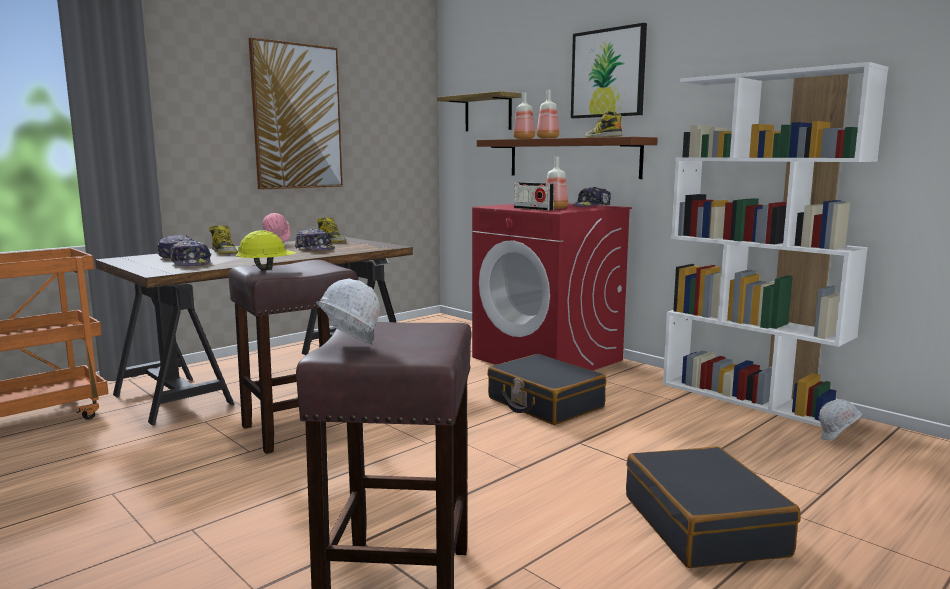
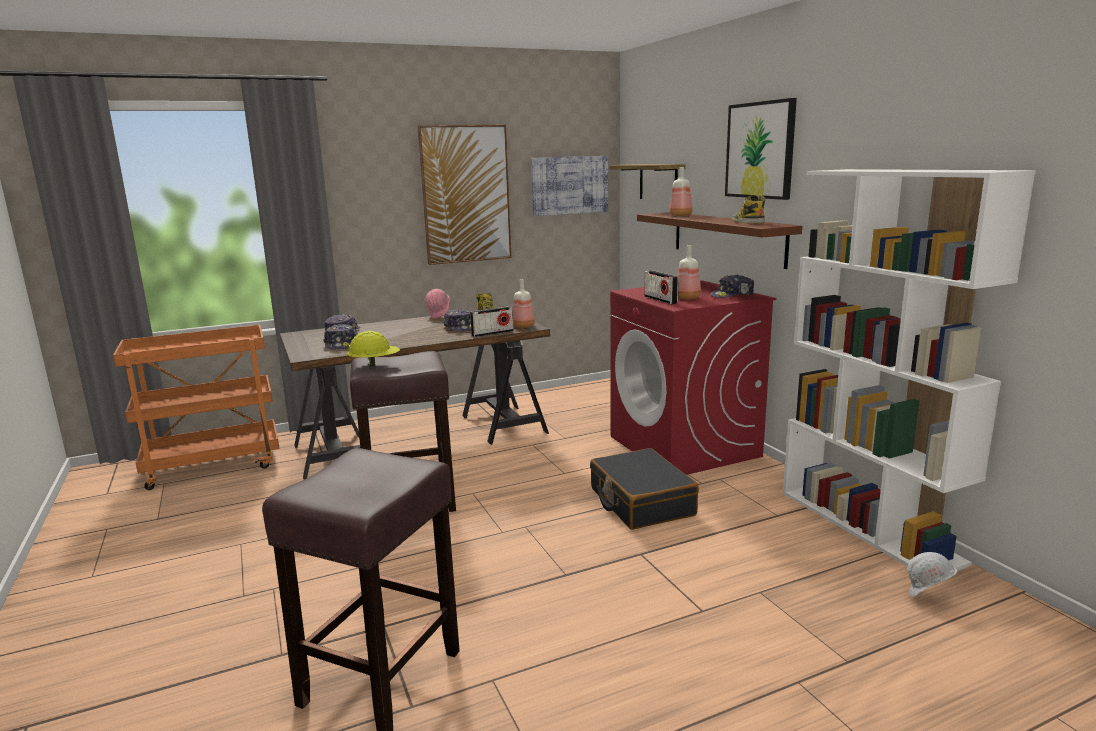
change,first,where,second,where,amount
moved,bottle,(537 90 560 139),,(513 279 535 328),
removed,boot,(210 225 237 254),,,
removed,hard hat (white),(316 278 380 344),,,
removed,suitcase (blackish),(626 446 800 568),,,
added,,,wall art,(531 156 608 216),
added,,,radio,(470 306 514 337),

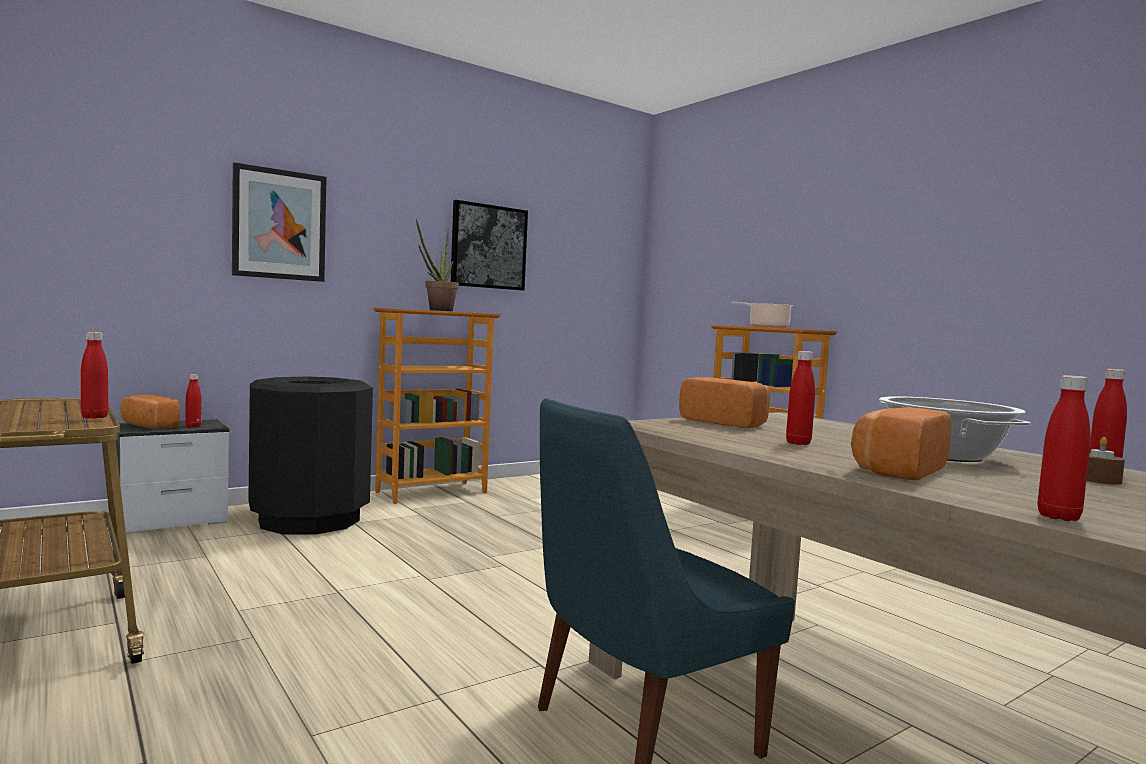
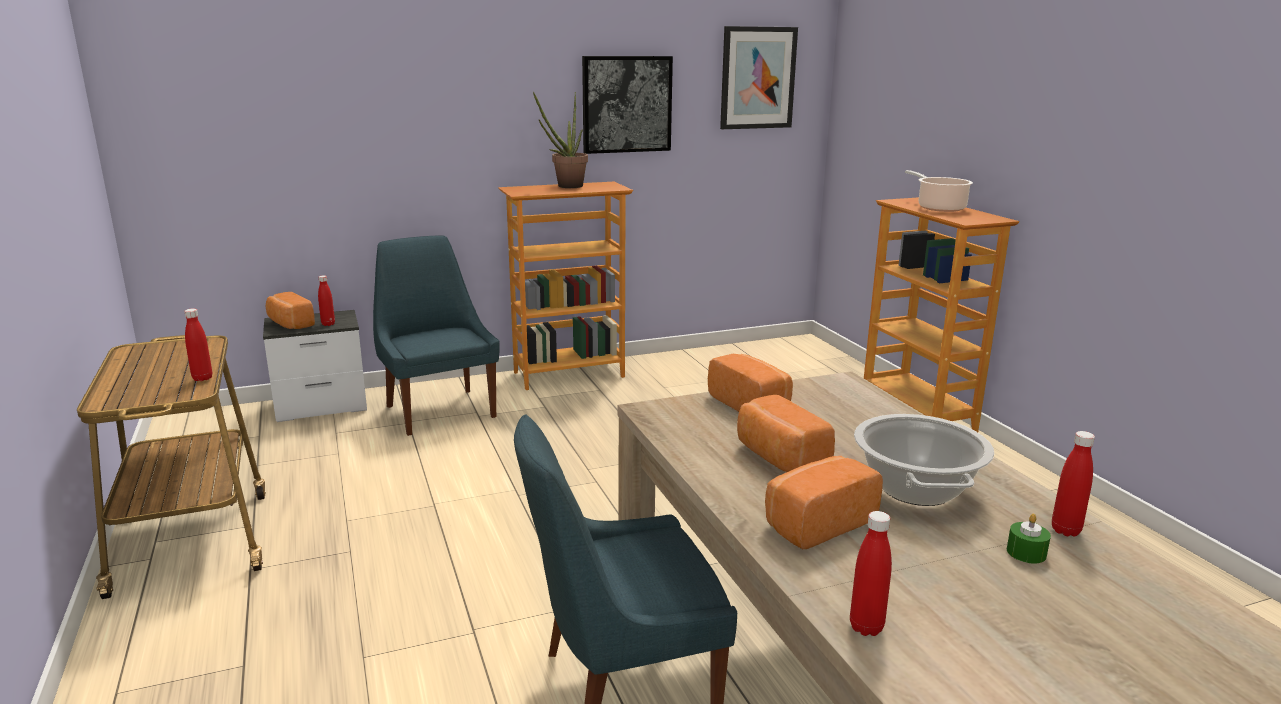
change,first,where,second,where,amount
moved,wall art,(232 162 327 282),,(720 26 798 129),
replaced,bottle (red),(786 351 815 445),bread,(737 395 835 472),
replaced,trash can (blackish),(248 376 373 535),upright chair (bluish),(373 235 500 436),
recoloured,wax candle (brown),(1086 437 1125 485),wax candle (green-coloured),(1007 514 1051 564),

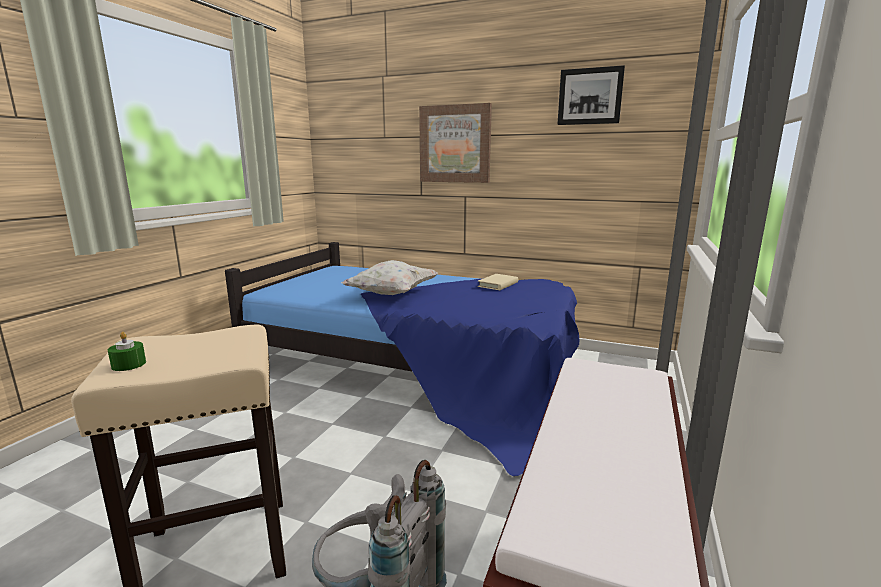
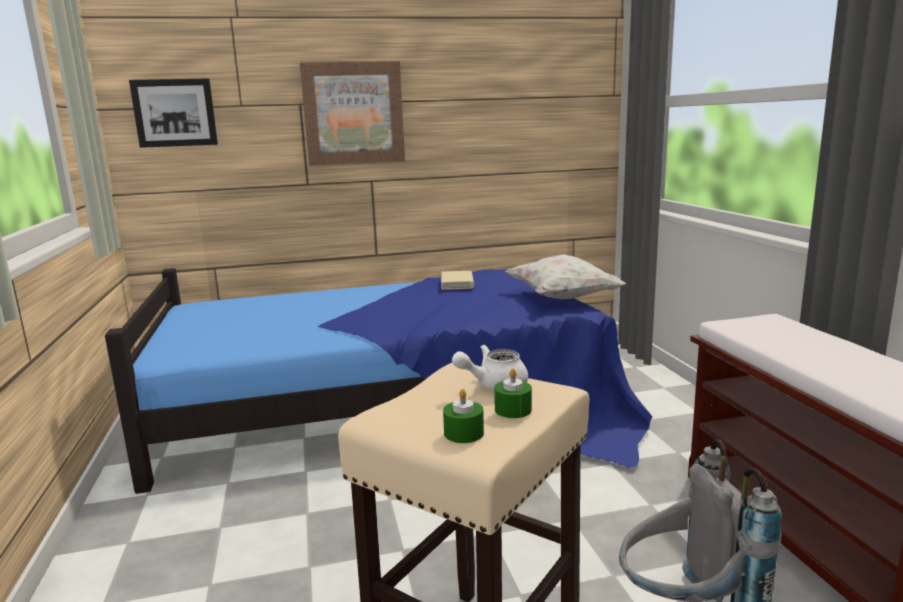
change,first,where,second,where,amount
moved,wall art,(557 65 625 125),,(129 78 218 148),
moved,pillow (white),(342 260 438 295),,(505 254 626 299),
added,,,pot for tea (white),(452 345 528 390),
added,,,wax candle (green-coloured),(494 368 532 418),

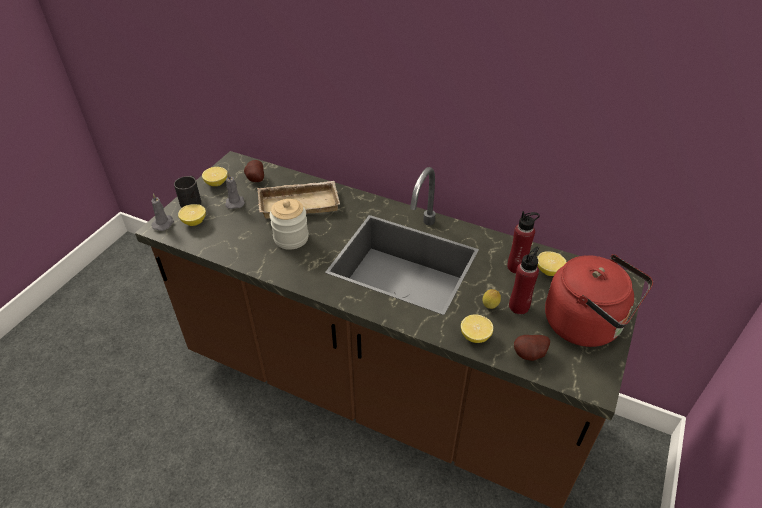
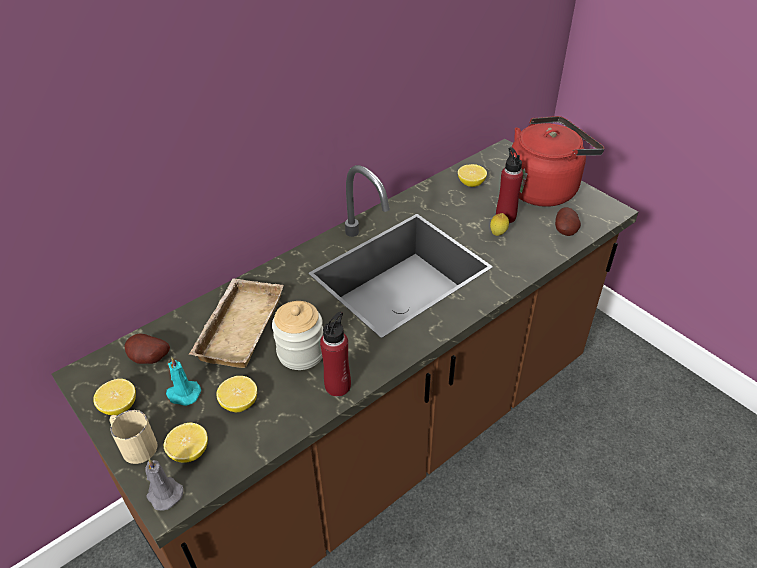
change,first,where,second,where,amount
recoloured,wax candle (greyish),(225 172 245 209),wax candle (blue-green),(166 357 201 406),
recoloured,mug (blackish),(174 176 201 208),mug (beige),(109 410 157 464),
moved,bottle (red),(507 211 540 274),,(320 312 351 397),
moved,whole lemon,(461 314 493 343),,(216 376 257 412),

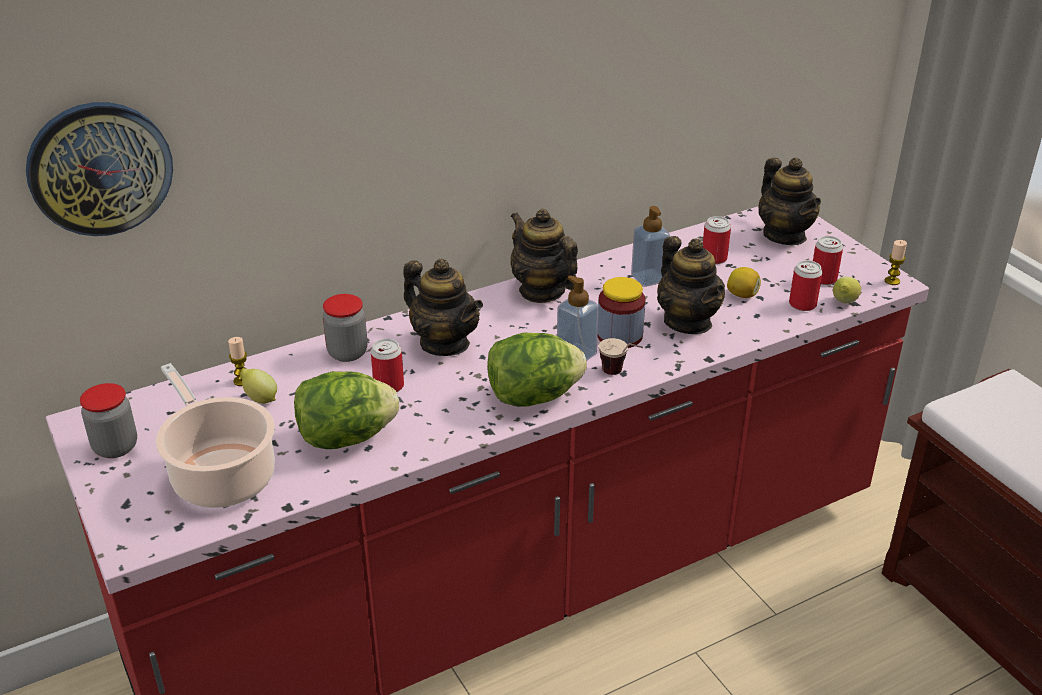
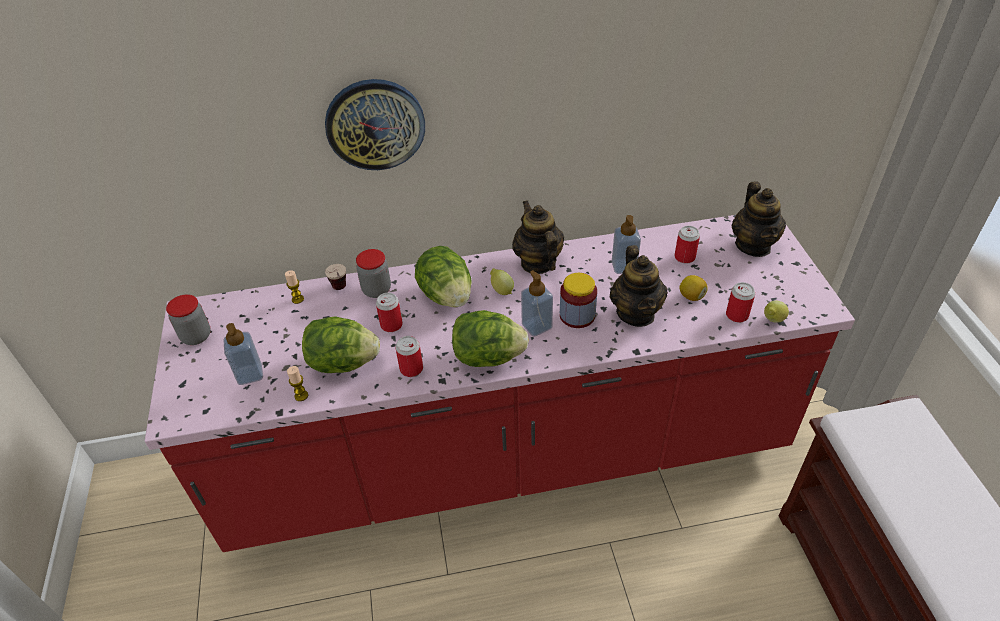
change,first,where,second,where,amount
moved,wall clock,(26 102 173 236),,(325 79 425 170),
moved,can,(813 236 843 285),,(396 336 423 377),
moved,wax candle,(885 240 907 285),,(287 366 308 401),
replaced,pot for tea,(403 259 483 356),lettuce,(415 246 471 307),
moved,small cup,(599 338 643 375),,(325 264 346 290),
replaced,stockpot,(156 363 275 508),soap bottle,(223 323 263 385),
moved,whole lemon,(240 368 277 404),,(490 268 514 295),

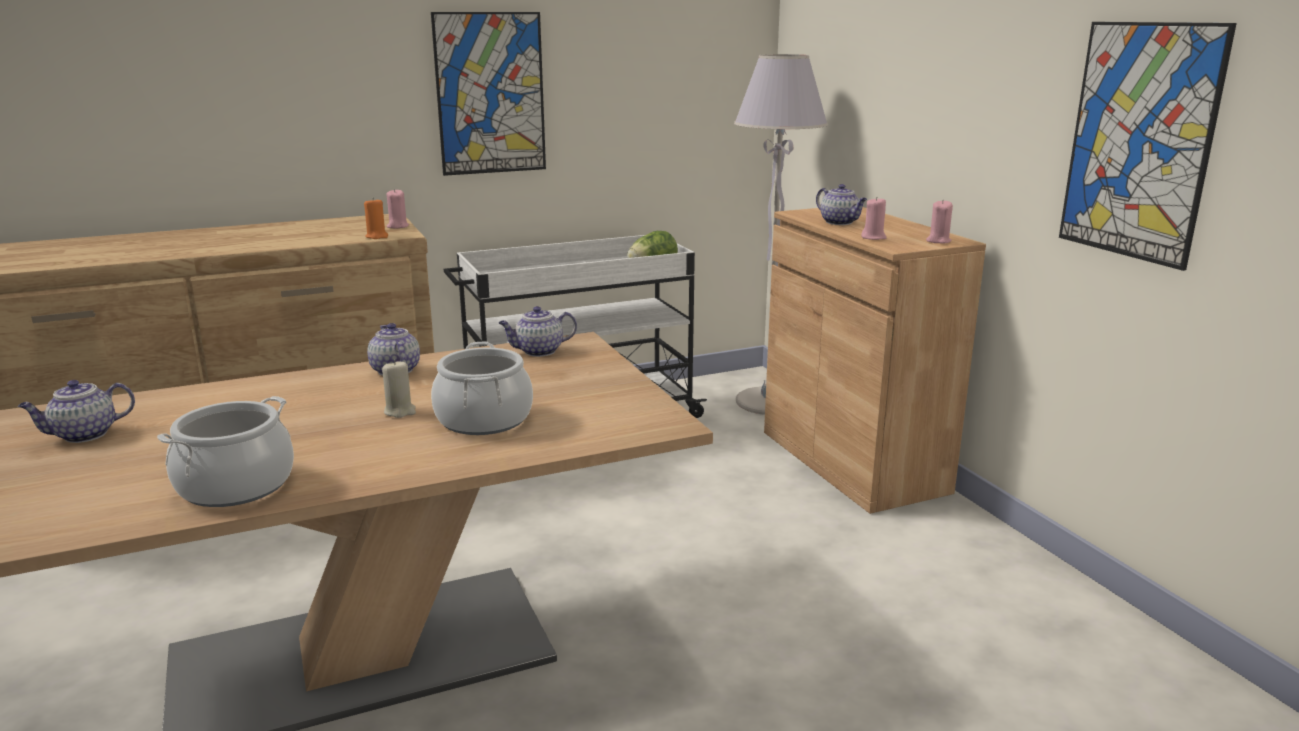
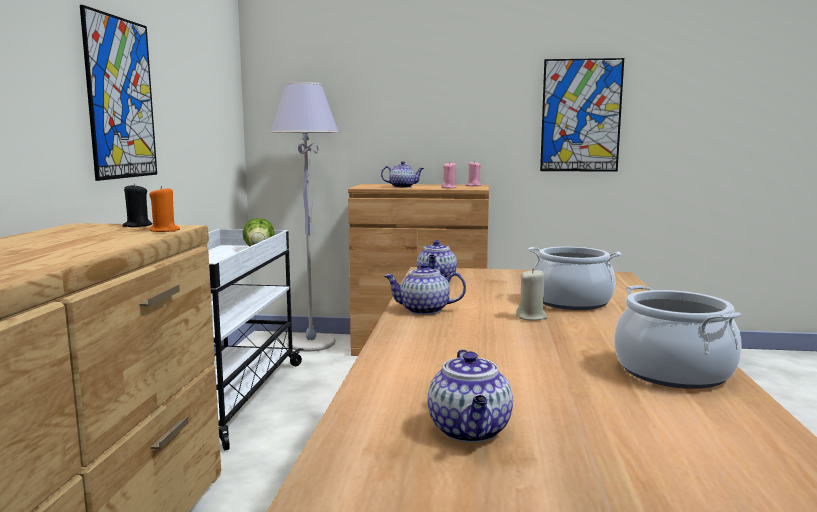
change,first,where,second,where,amount
recoloured,wax candle (pink),(386 189 409 229),wax candle (blackish),(122 183 152 227),

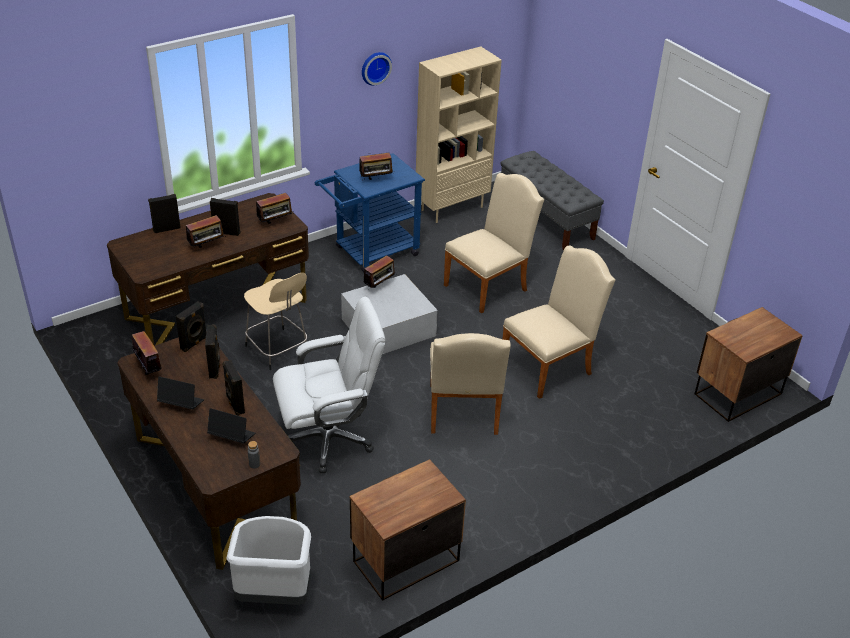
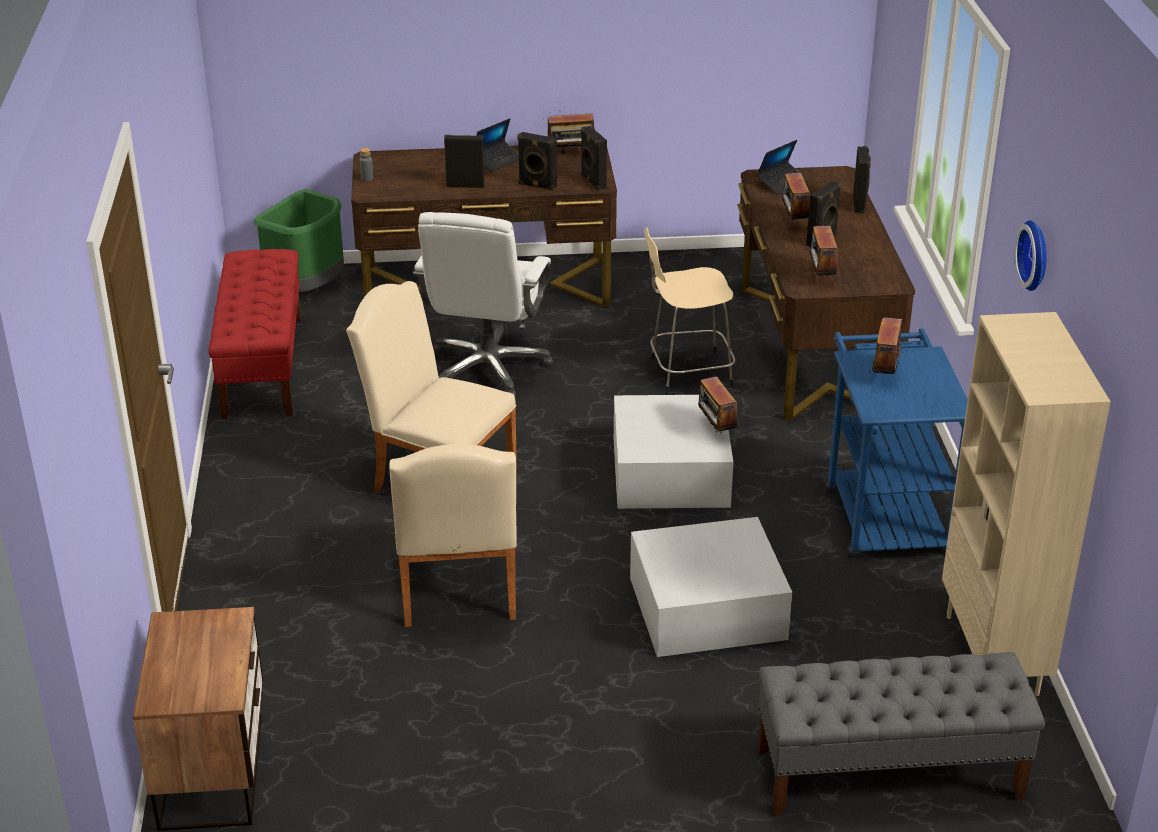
change,first,where,second,where,amount
replaced,upright chair (beige),(444 173 544 314),storage container (white),(630 517 792 657),
moved,portable computer,(207 408 256 444),,(756 140 808 195),
replaced,nightstand,(349 459 466 601),indoor bench (red),(208 249 301 420),
recoloured,trash can (white),(226 516 311 605),trash can (green-coloured),(254 189 344 292),

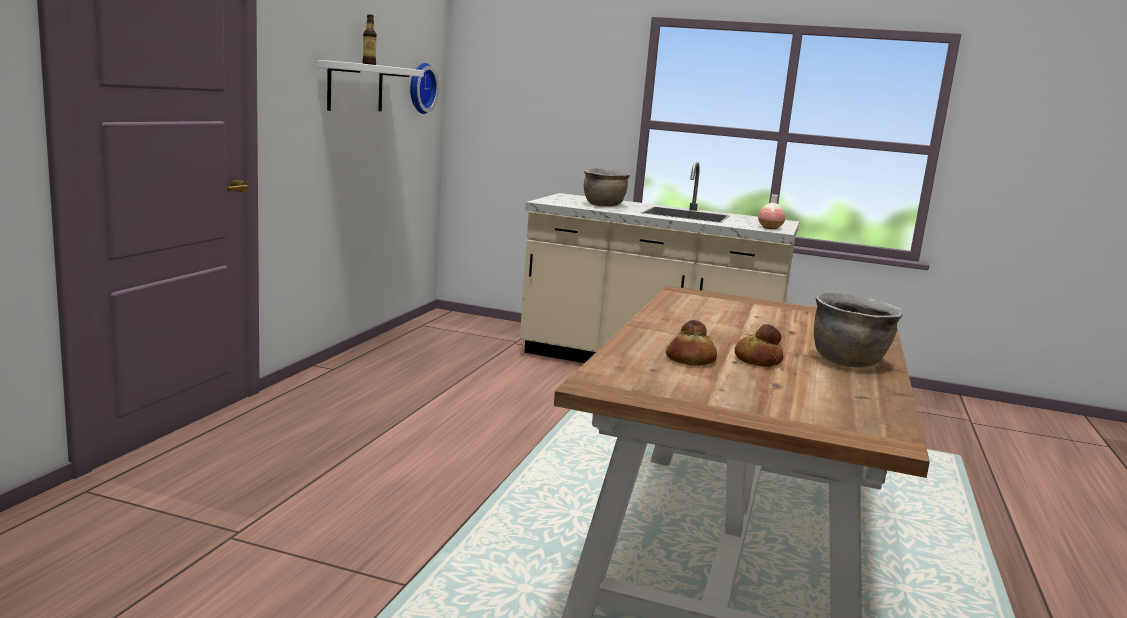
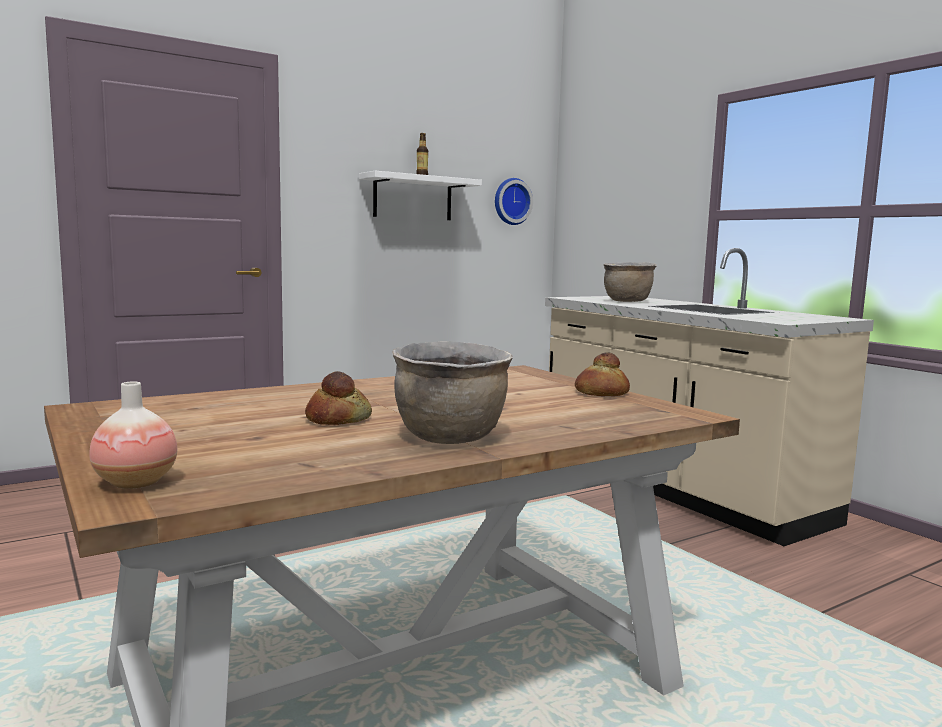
change,first,where,second,where,amount
moved,decorative vase,(758 194 785 229),,(89 381 177 489),
moved,bread,(666 320 717 366),,(575 352 630 396),

